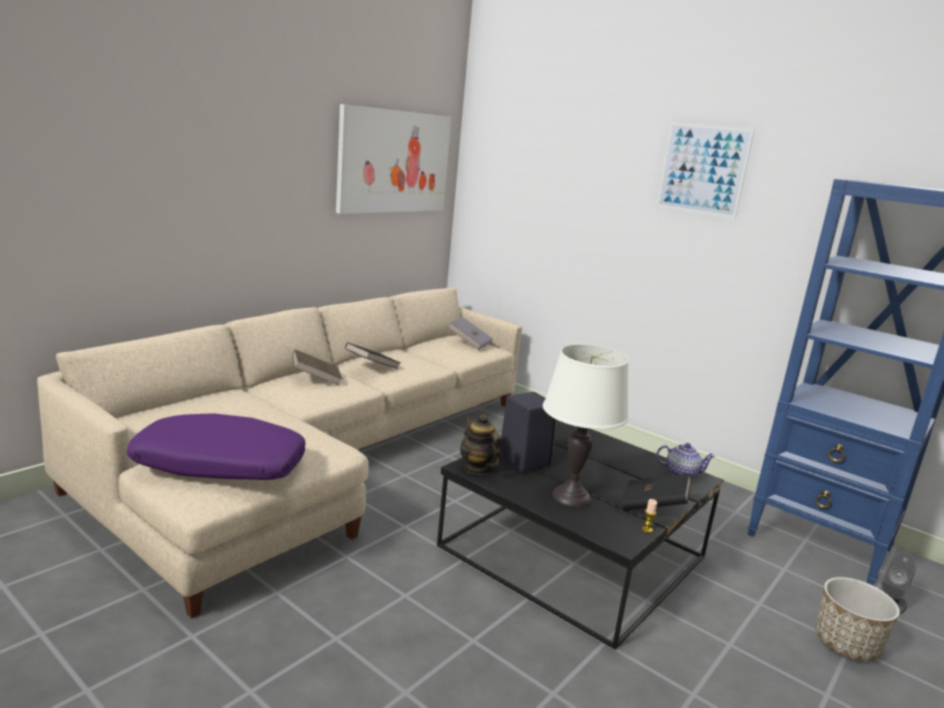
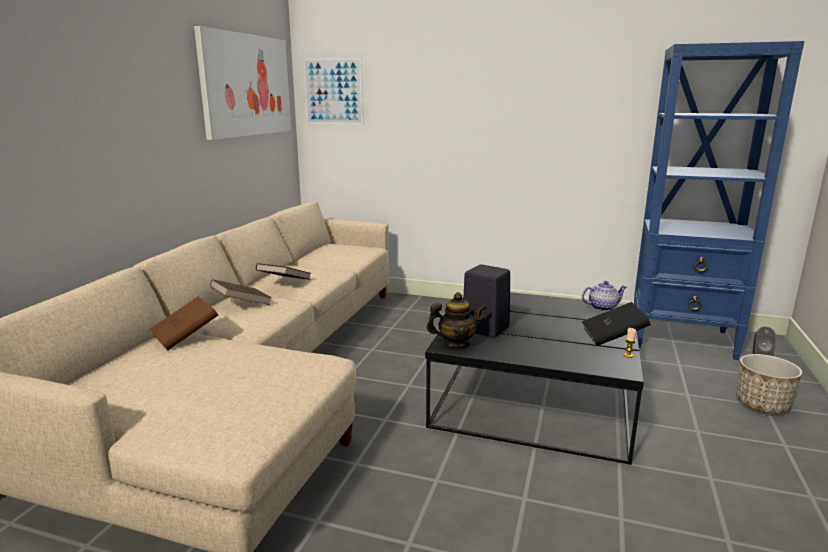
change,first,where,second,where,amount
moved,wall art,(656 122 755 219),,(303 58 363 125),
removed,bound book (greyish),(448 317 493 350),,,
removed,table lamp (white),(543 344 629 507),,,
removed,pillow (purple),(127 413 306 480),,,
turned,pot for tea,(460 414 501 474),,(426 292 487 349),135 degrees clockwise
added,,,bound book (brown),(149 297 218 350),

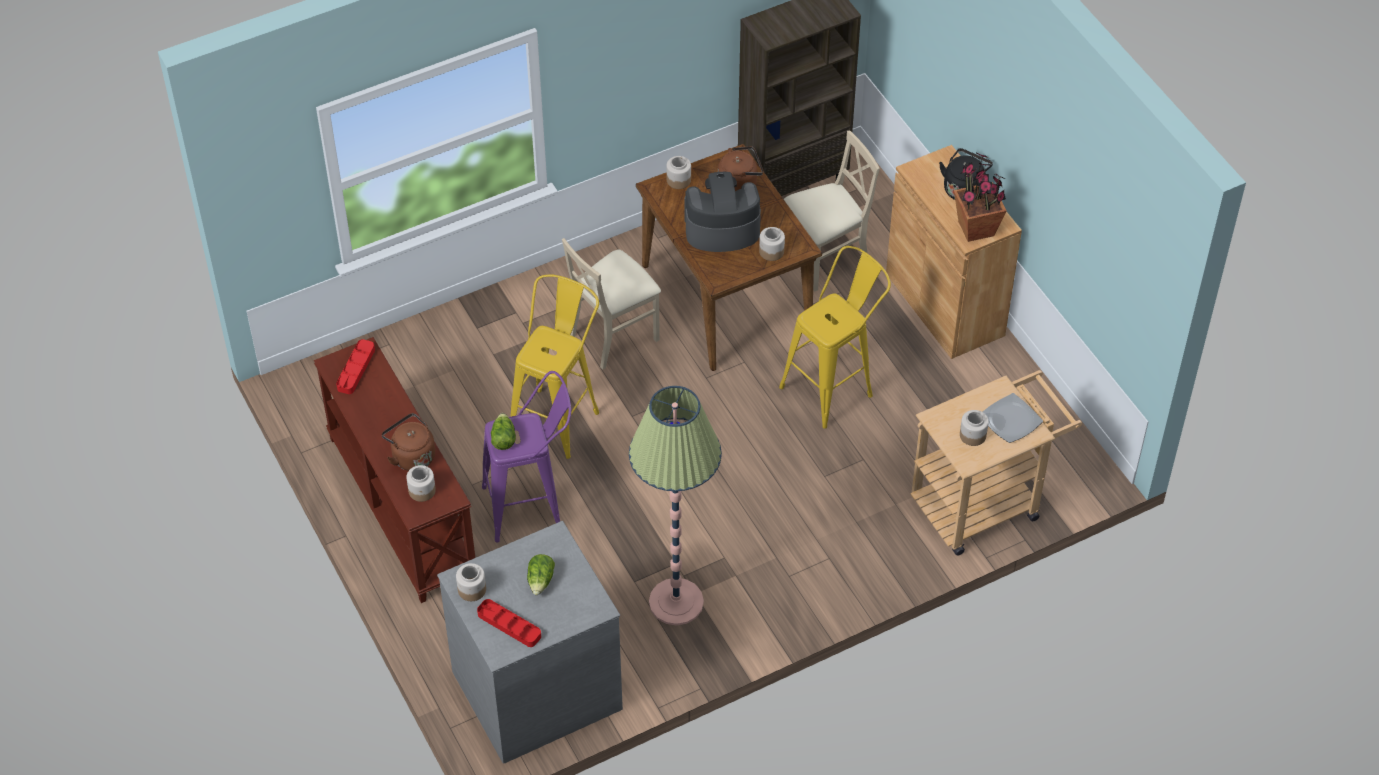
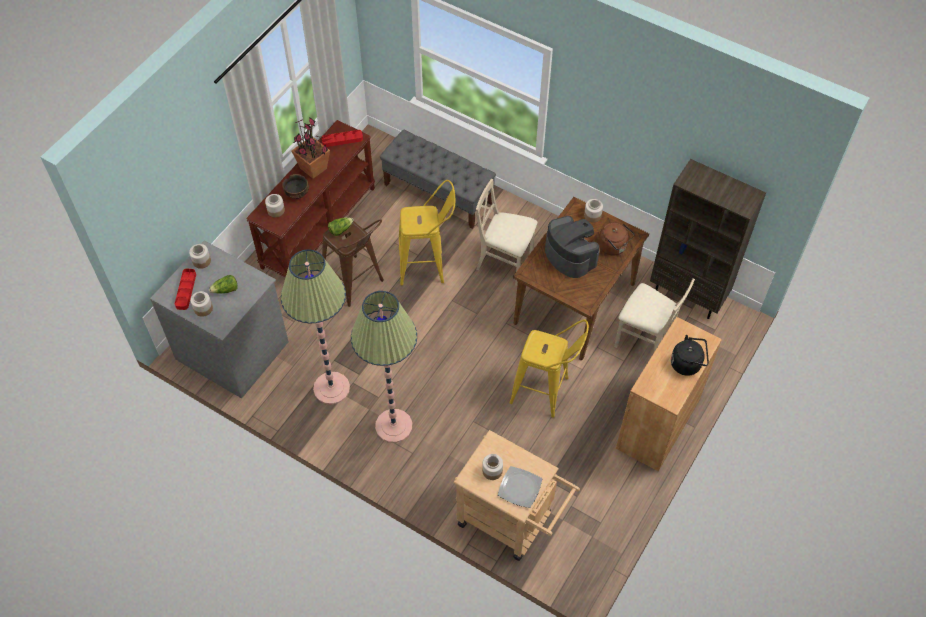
change,first,where,second,where,amount
moved,houseplant,(954 153 1006 242),,(292 118 330 179),
moved,jar,(759 227 785 261),,(191 291 213 317),
recoloured,stool seat (purple),(482 371 571 543),stool seat (brown),(322 217 384 307),
replaced,water kettle (brown),(382 413 435 471),deep dish,(282 174 309 199),
added,,,indoor bench (greyish),(380 129 496 229),
added,,,standard lamp,(351 291 417 443),

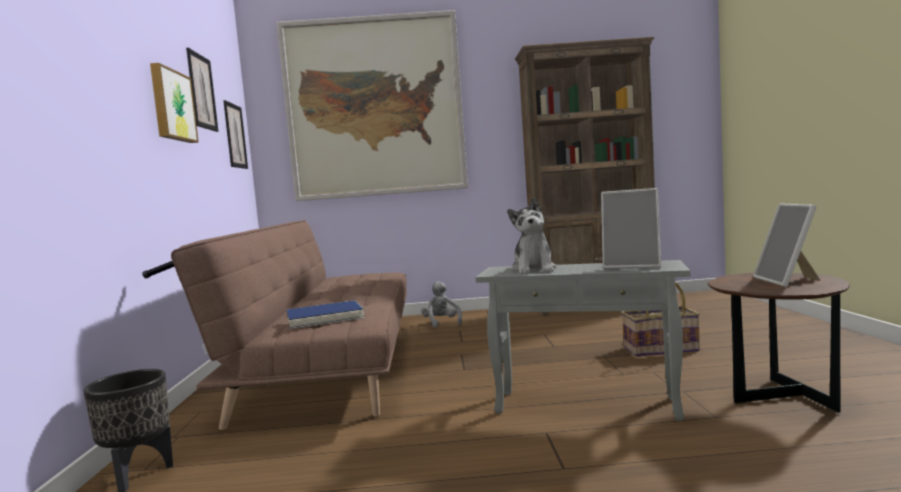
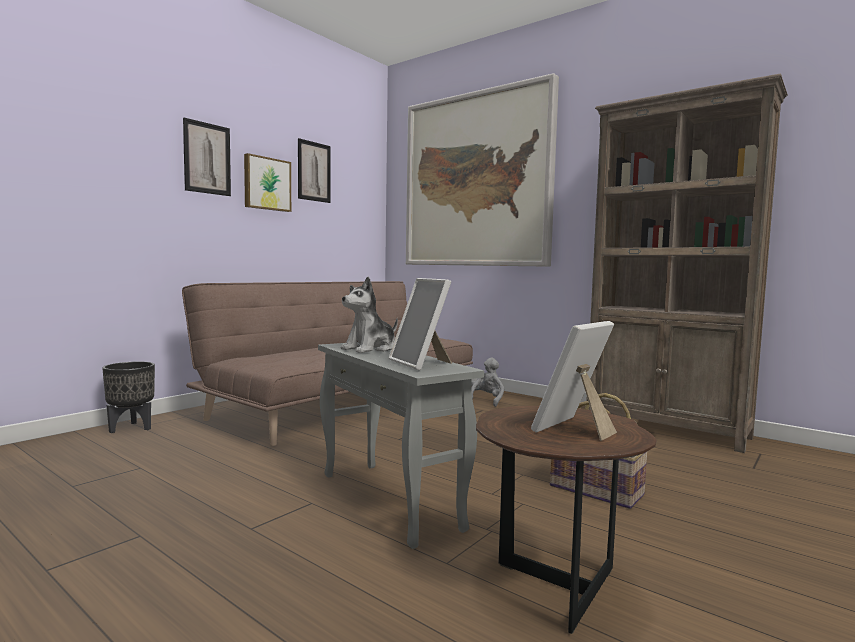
change,first,where,second,where,amount
moved,wall art,(223 100 248 169),,(183 118 231 196),
removed,bound book (bluish),(286 300 364 329),,,

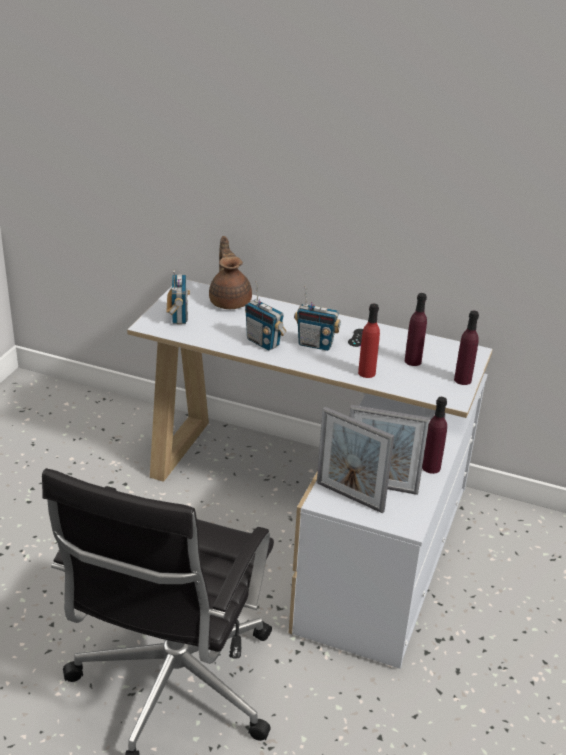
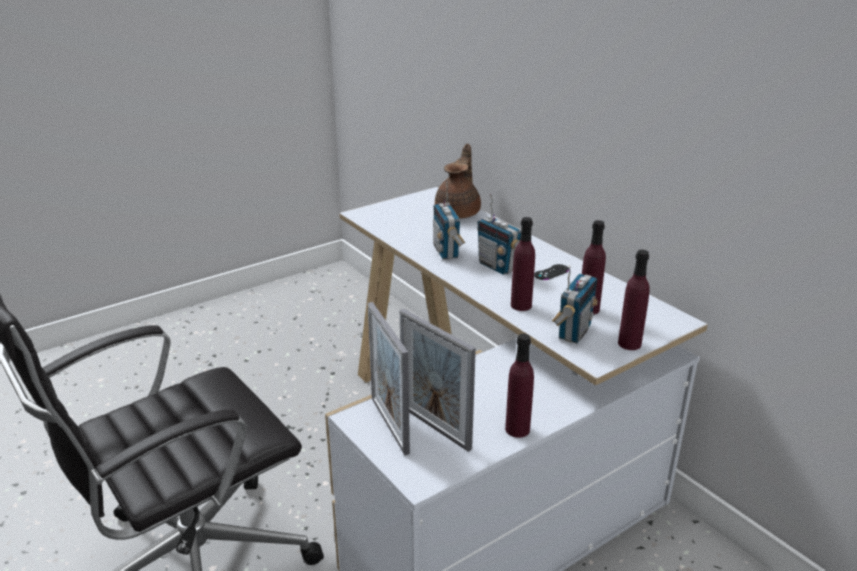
change,first,where,second,where,amount
moved,radio,(166 271 190 324),,(552 265 598 343),
recoloured,bottle (red),(358 304 380 378),bottle (purple),(511 217 535 311),

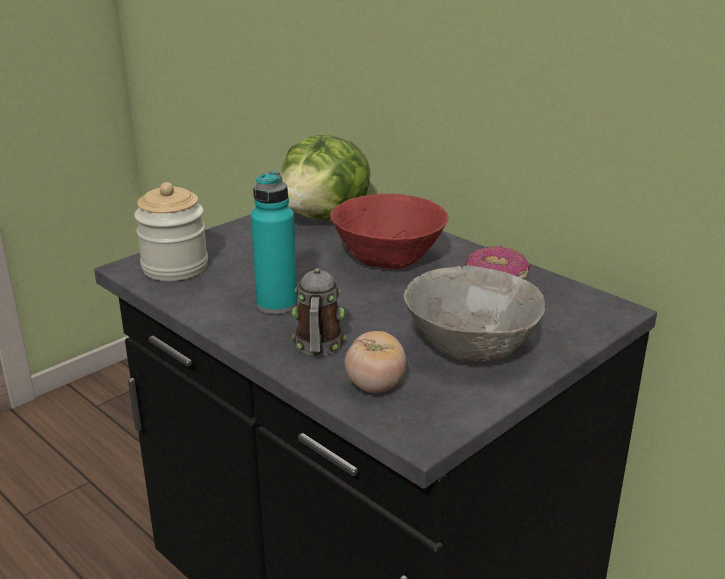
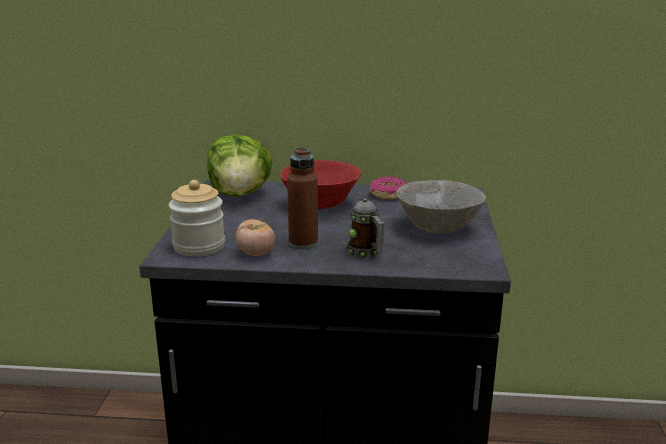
change,first,where,second,where,amount
recoloured,bottle (blue-green),(251 171 298 314),bottle (brown),(287 147 318 249),
moved,fresh tomato,(345 331 407 393),,(236 219 275 256),

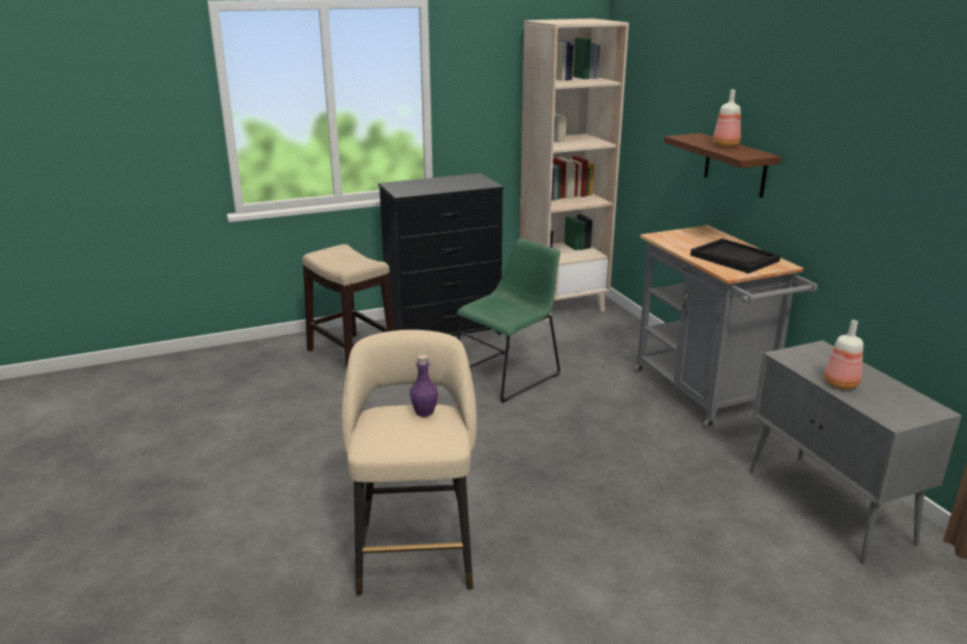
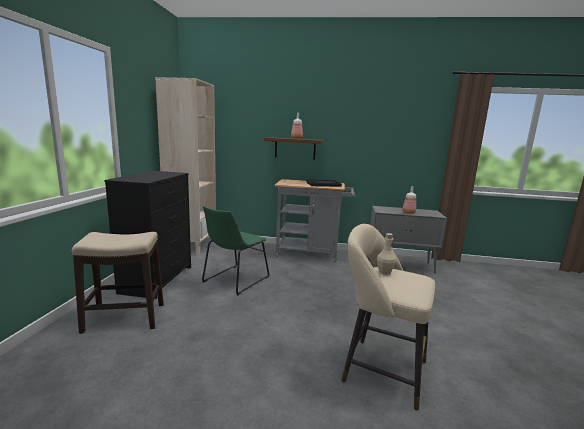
change,first,where,second,where,amount
turned,upright chair (green-coloured),(457 239 561 403),,(202 206 270 295),135 degrees counterclockwise
recoloured,bottle (purple),(410 354 438 417),bottle (beige),(377 233 396 275),

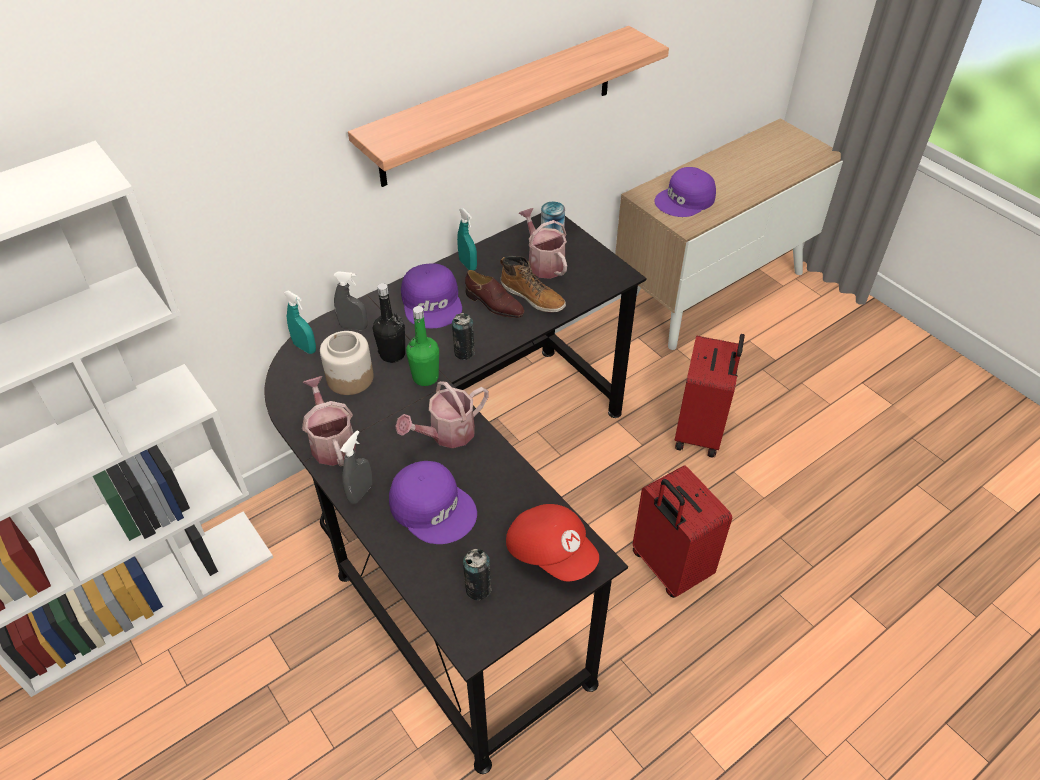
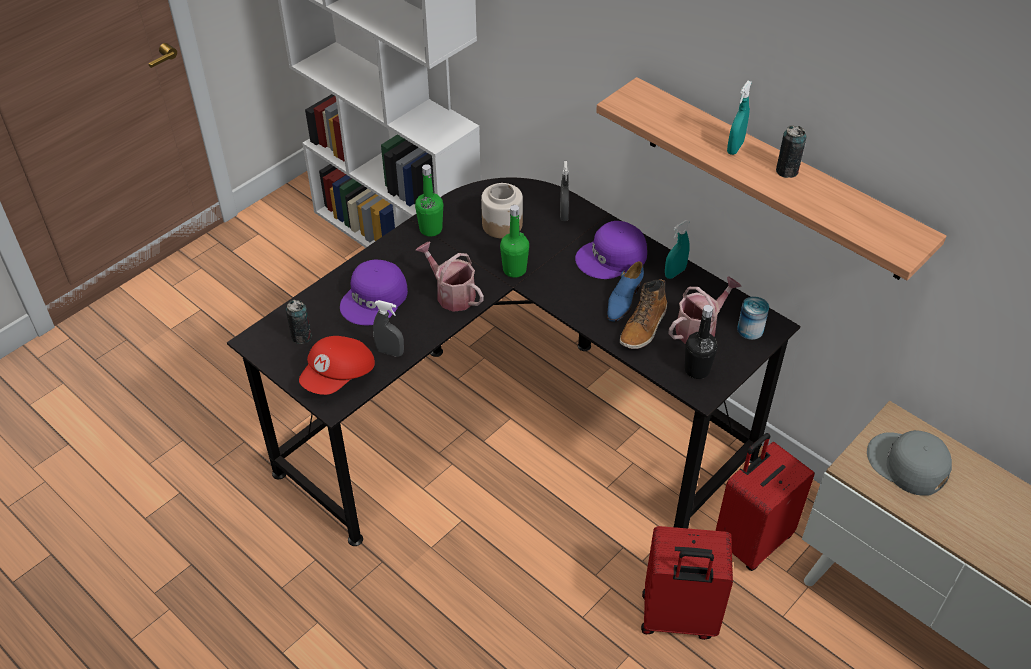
change,first,where,second,where,amount
recoloured,cap (purple),(654 167 716 217),cap (greyish),(867 430 952 496),
recoloured,low shoe (brown),(465 270 525 318),low shoe (bluish),(607 261 644 321),
moved,bottle (blackish),(373 283 405 363),,(685 305 718 379),
moved,hand sprayer (blue-green),(284 291 316 354),,(727 81 752 155),
moved,can,(452 313 475 360),,(776 125 806 178),
replaced,sprinkling can,(302 376 356 467),bottle (green-coloured),(415 164 443 237),
moved,hand sprayer (greyish),(340 430 373 504),,(373 300 404 357),
moved,suitcase (red),(633 465 732 598),,(716 433 815 571),

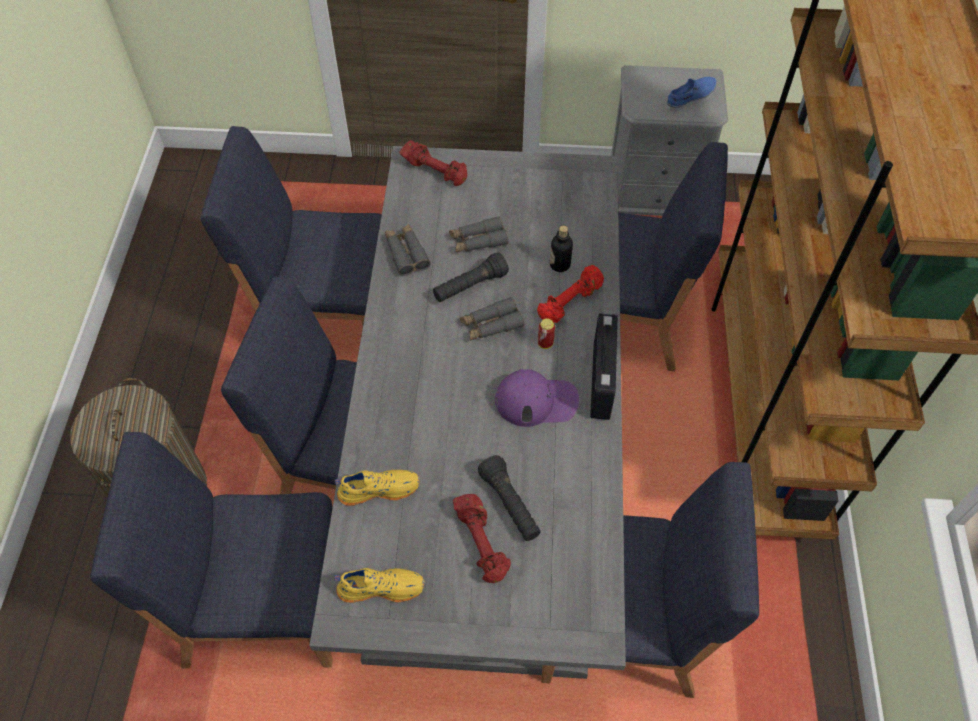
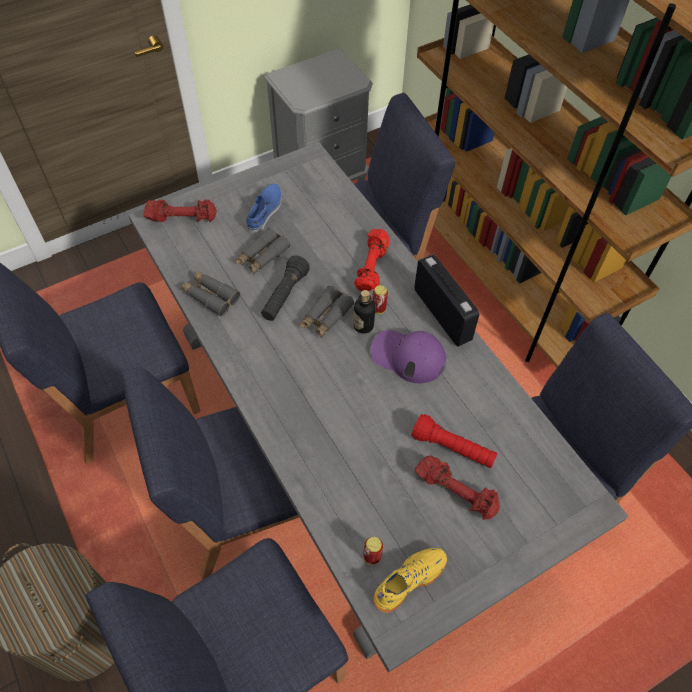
change,first,where,second,where,amount
moved,low shoe (bluish),(666 77 717 111),,(246 184 282 234),
moved,bottle,(550 226 573 272),,(353 290 375 334),
turned,cap (purple),(495 369 579 427),,(371 330 446 383),120 degrees counterclockwise
recoloured,torch (blackish),(478 455 541 541),torch (red),(411 414 497 468),
removed,low shoe (yellow),(334 470 420 506),,,
added,,,can,(363 537 383 564),

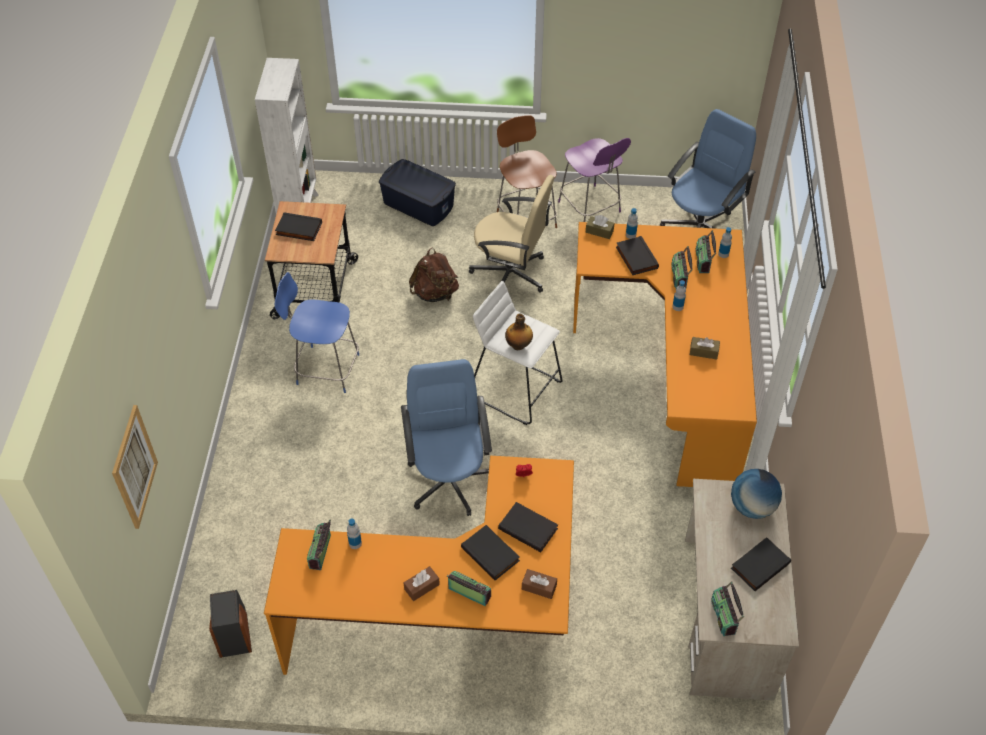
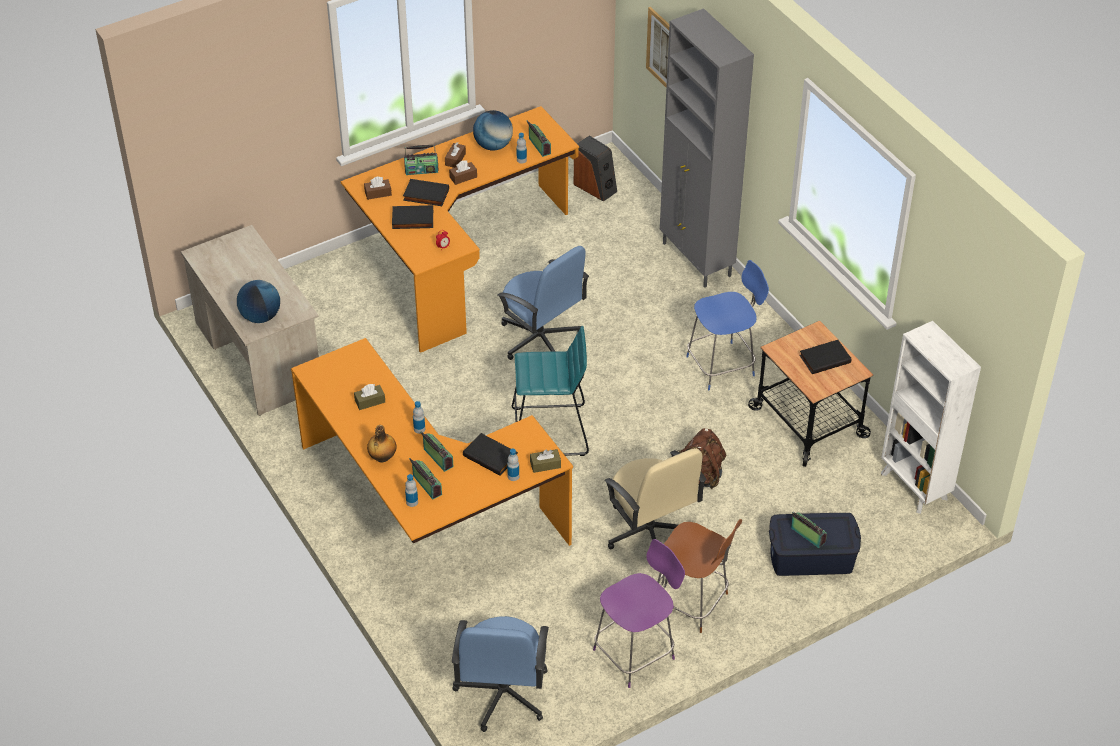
change,first,where,second,where,amount
turned,upright chair (purple),(558 138 631 222),,(593 539 685 688),120 degrees clockwise
turned,office chair (beige),(469 175 554 293),,(604 448 706 549),105 degrees counterclockwise
recoloured,stool seat (white),(473 281 563 425),stool seat (blue-green),(512 326 589 456),
moved,bottle,(505 314 533 350),,(367 425 396 463),
removed,bound book (blackish),(731 537 791 591),,,
moved,radio,(711 581 744 636),,(791 511 827 548),
added,,,cupboard (greyish),(660 8 754 288),
added,,,world globe,(473 110 513 151),
added,,,box of tissues (brown),(449 160 477 185),

